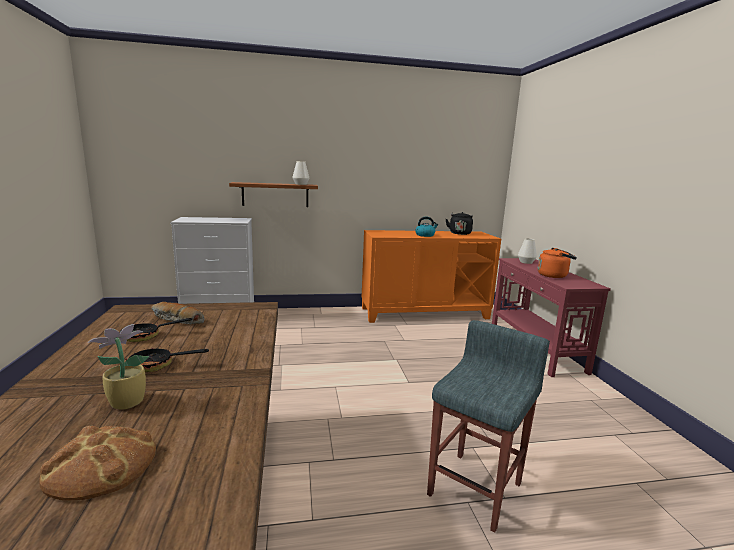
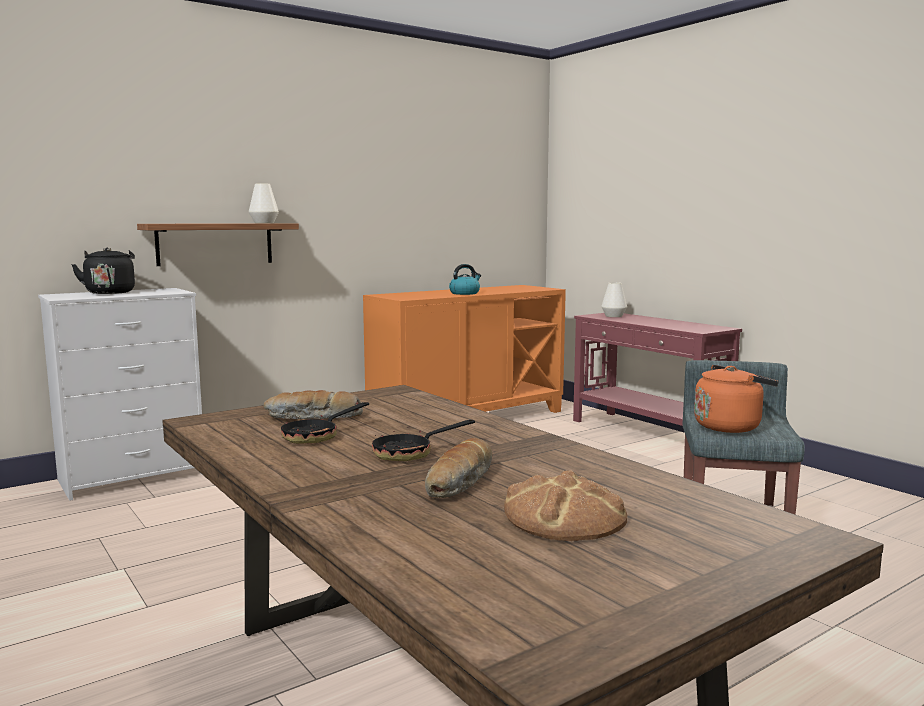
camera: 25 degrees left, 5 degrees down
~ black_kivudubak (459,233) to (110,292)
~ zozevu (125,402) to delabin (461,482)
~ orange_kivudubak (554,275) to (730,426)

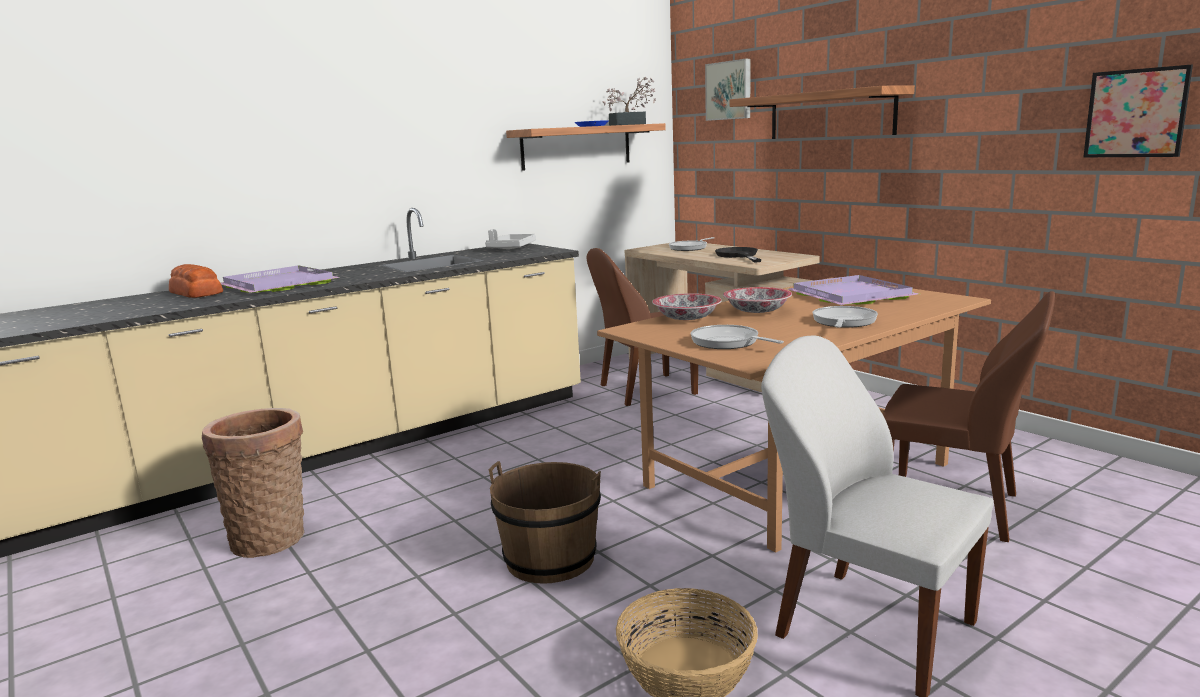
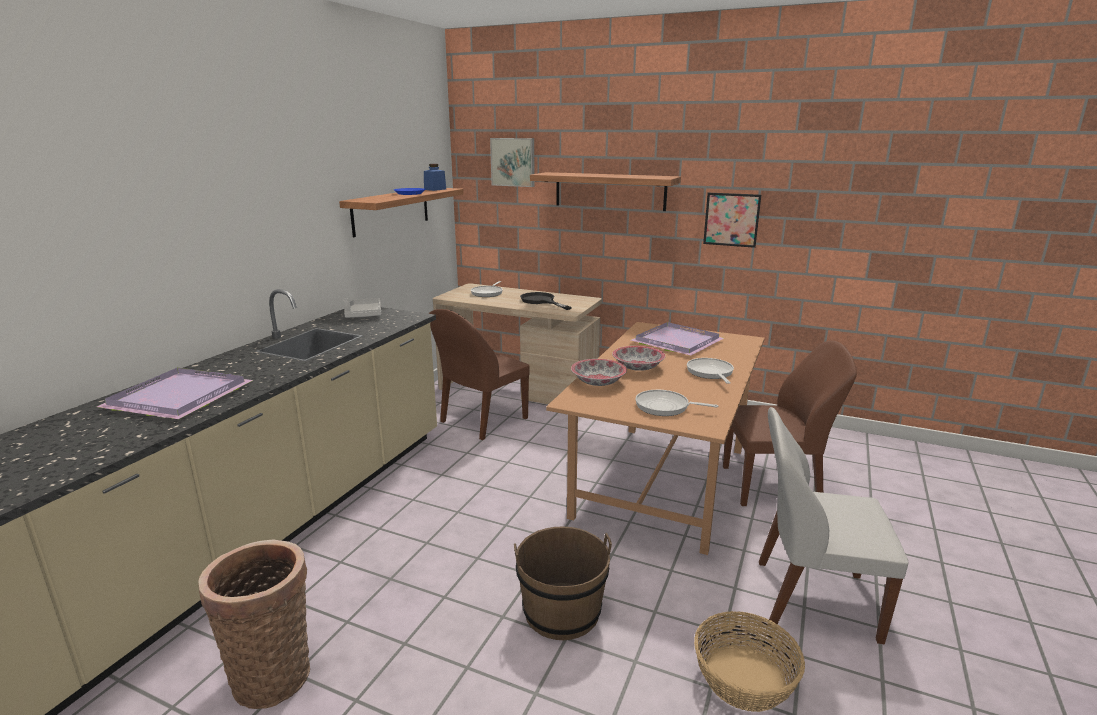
camera: 30 degrees left, 5 degrees up
~ zozevu (631,124) to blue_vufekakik (435,189)
~ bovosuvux (1135,113) to (731,219)
- delabin (196,292)

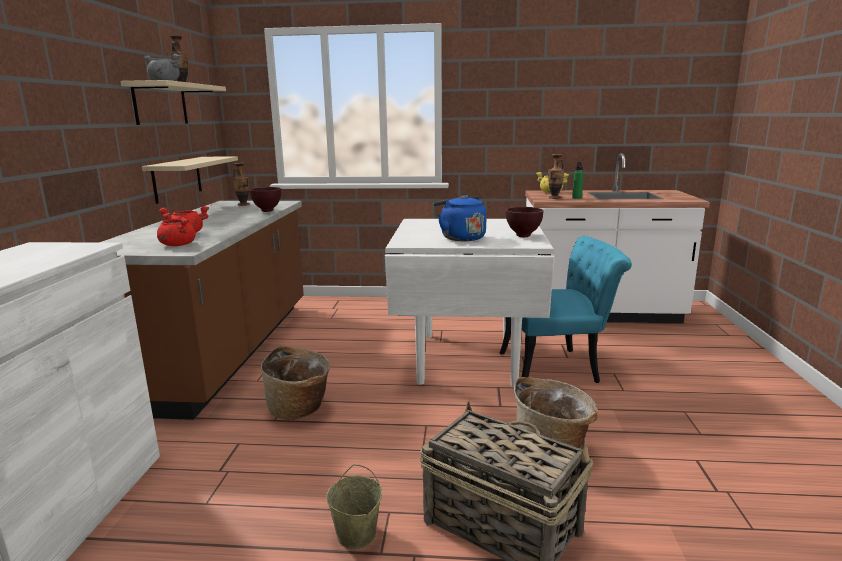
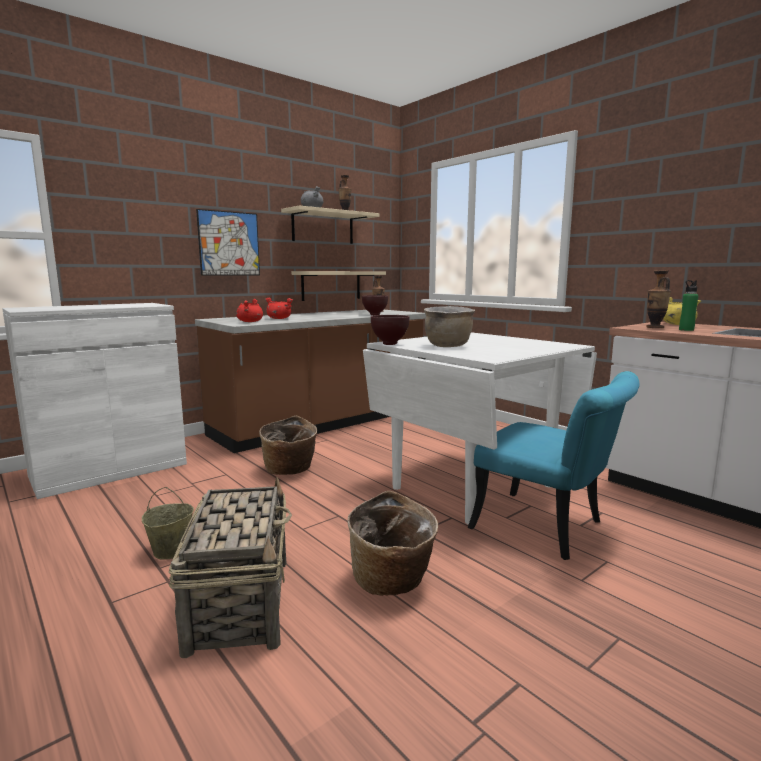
camera: 45 degrees right, 5 degrees down
+ bovosuvux (229,243)
~ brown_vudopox (523,236) to (390,344)
~ blue_kivudubak (460,238) to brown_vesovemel (448,346)

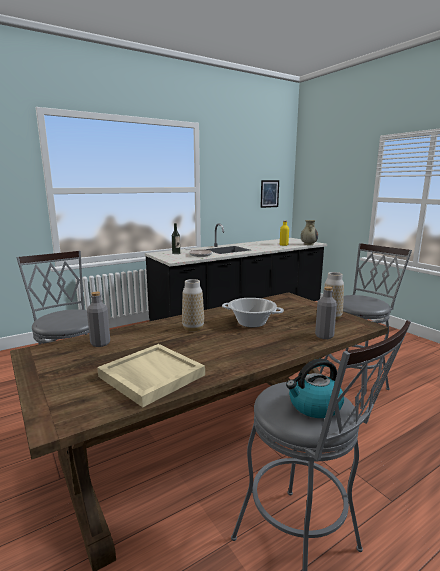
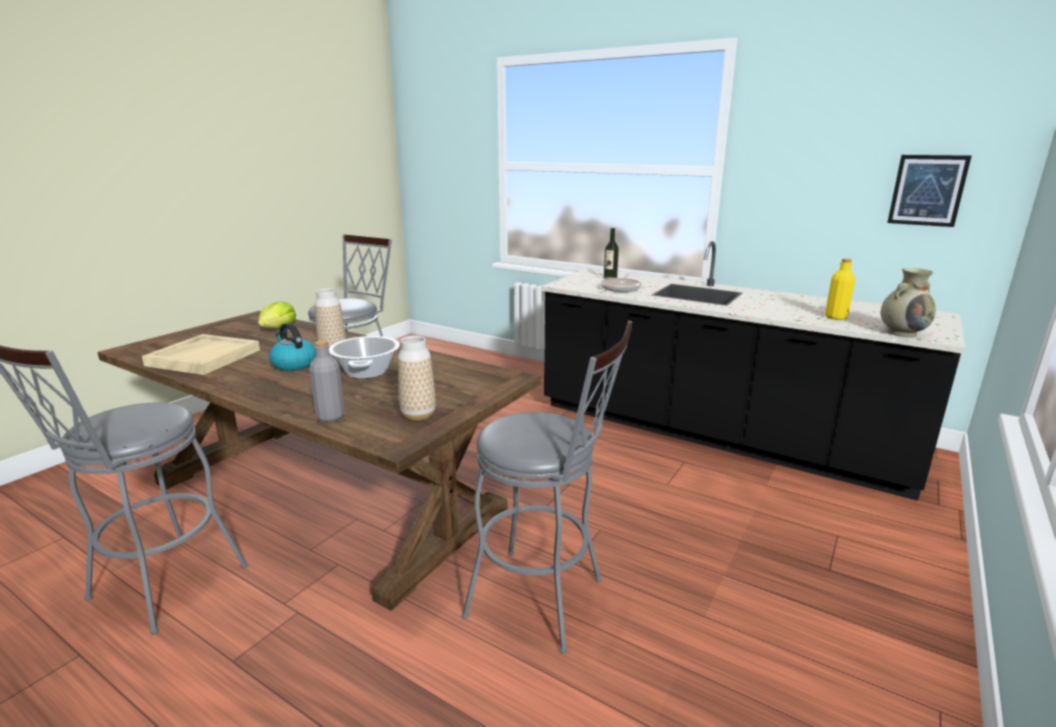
camera: 65 degrees right, 5 degrees up
~ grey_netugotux (100,343) to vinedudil (278,328)
~ kivudubak (314,406) to (293,364)

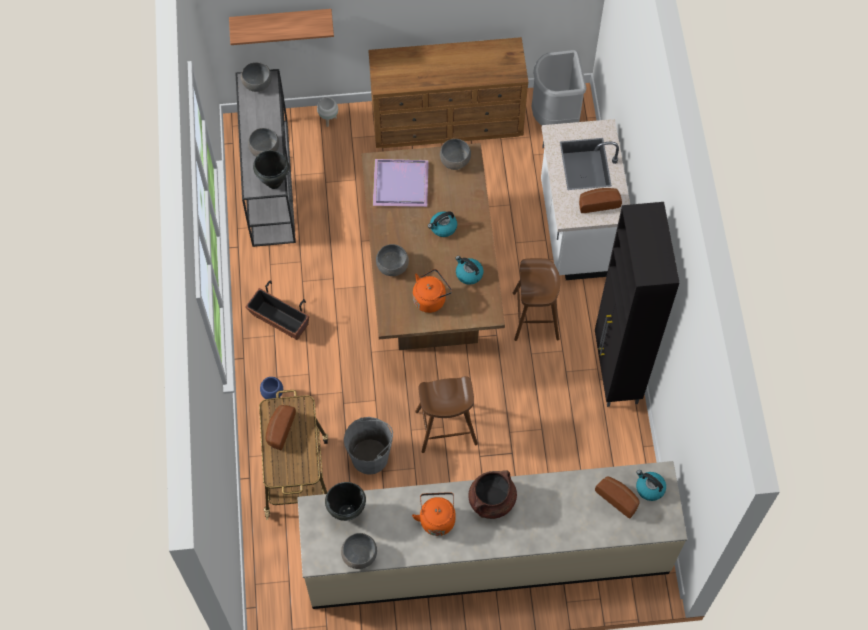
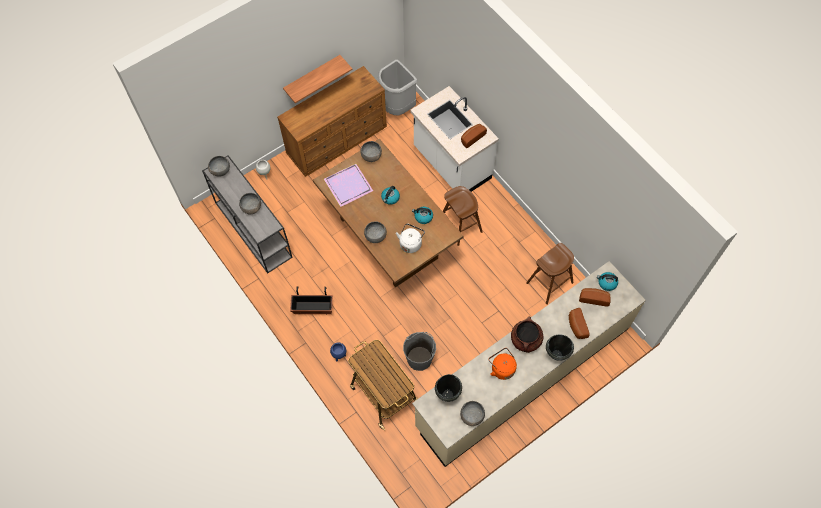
camera: 30 degrees left, 0 degrees up
~ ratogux (281,22) to (312,77)
~ orange_kivudubak (431,298) to white_kivudubak (411,243)
~ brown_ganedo (446,427) to (549,282)
~ black_vesovemel (274,183) to (556,355)
~ delabin (279,429) to (576,326)
- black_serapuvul (616,372)

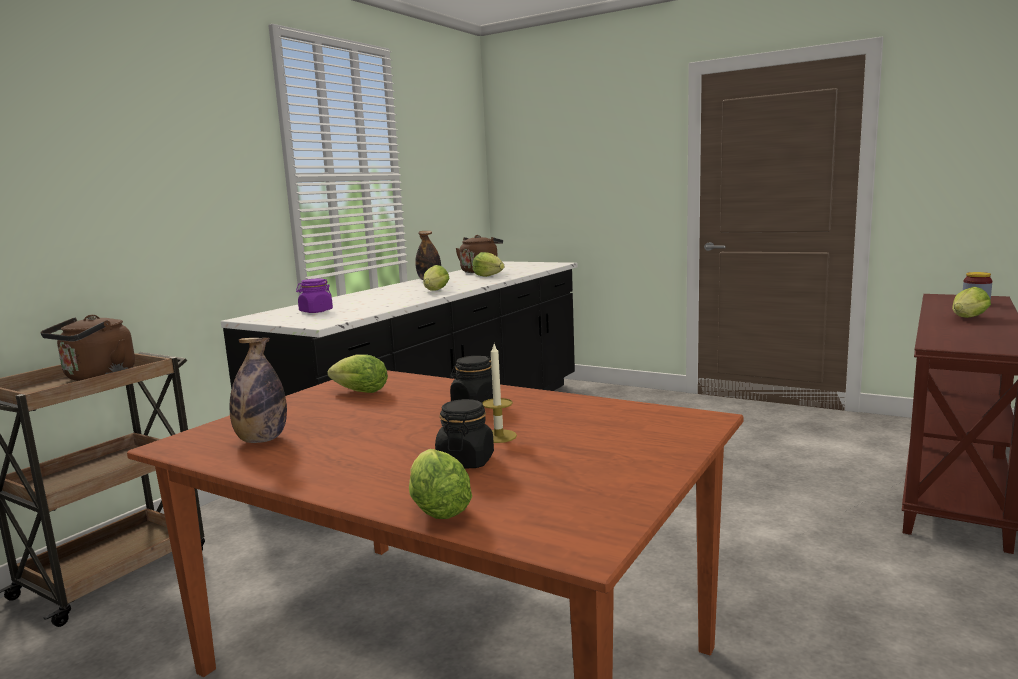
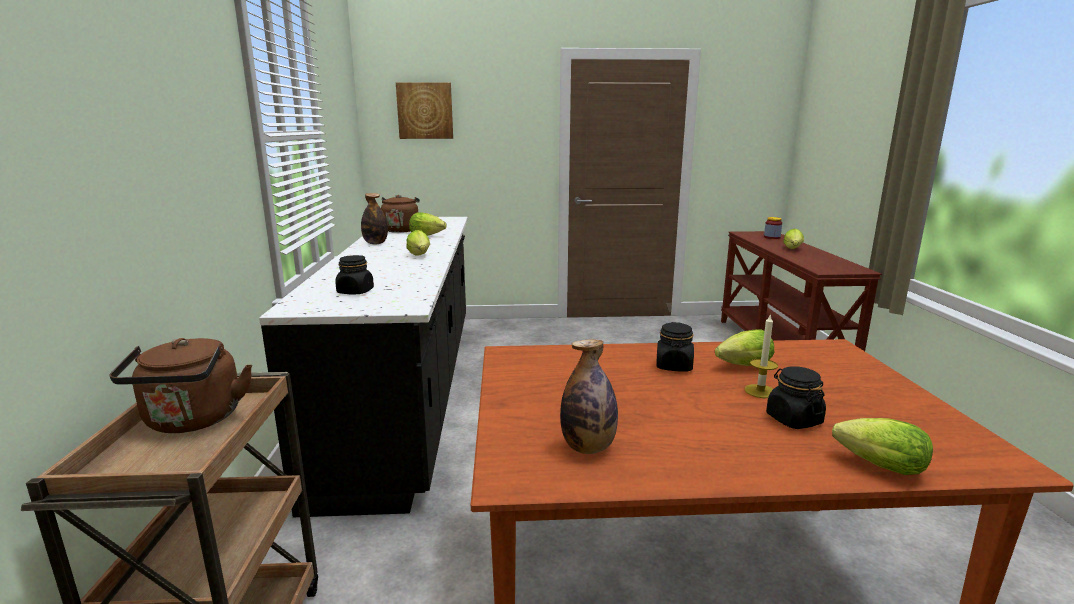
camera: 35 degrees left, 5 degrees up
~ purple_vufekakik (316,311) to black_vufekakik (355,292)
+ bovosuvux (425,111)
~ vinedudil (357,392) to (741,366)

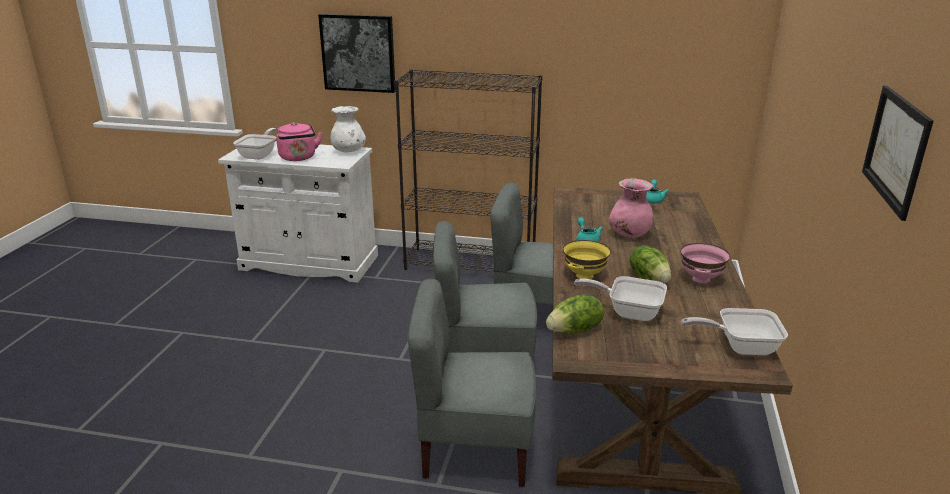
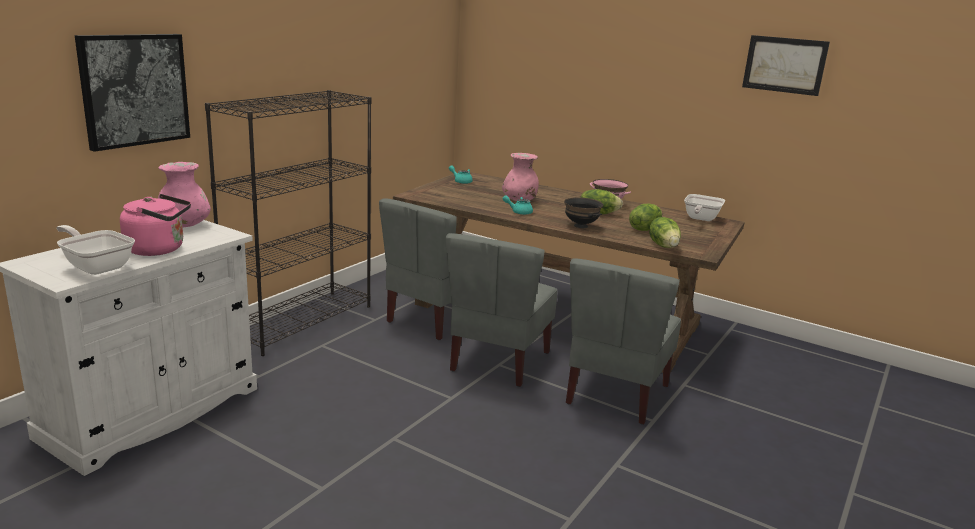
camera: 70 degrees left, 5 degrees down
~ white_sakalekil (349,151) to pink_sakalekil (185,225)
~ yellow_vudopox (585,276) to black_vudopox (581,226)
~ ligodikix (628,312) to vinedudil (644,229)

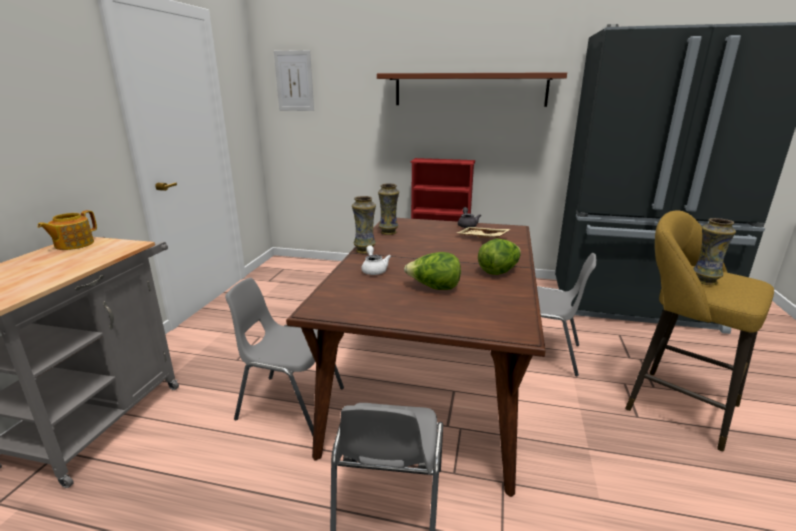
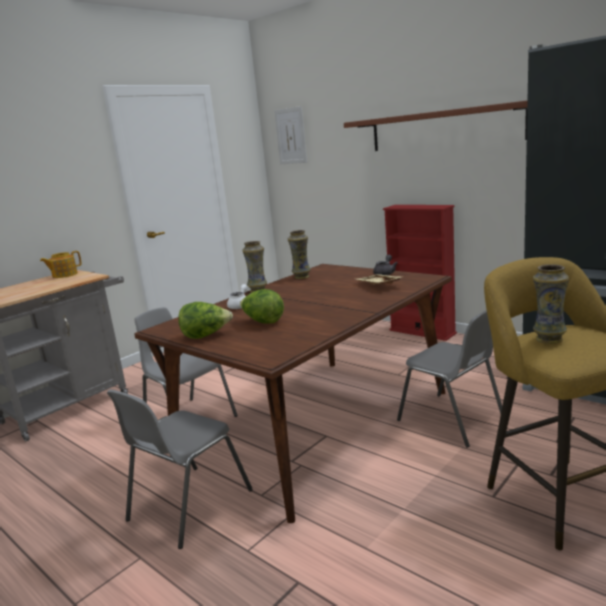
camera: 30 degrees right, 5 degrees down
~ vinedudil (499,271) to (206,336)

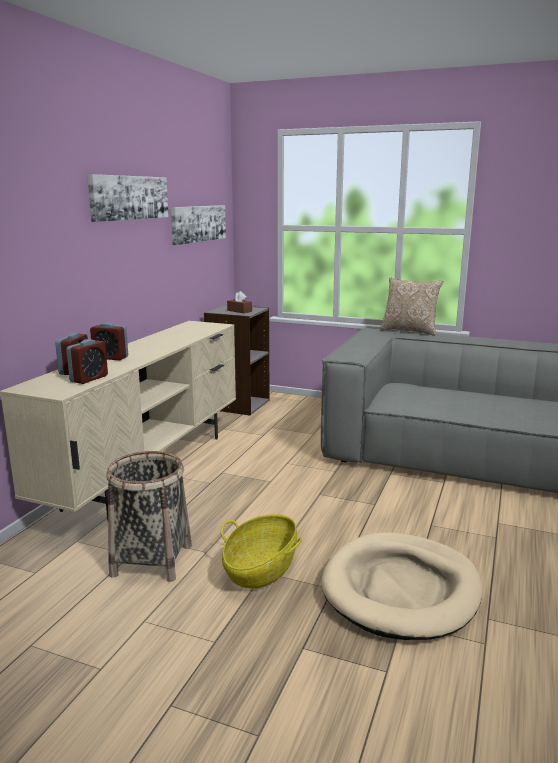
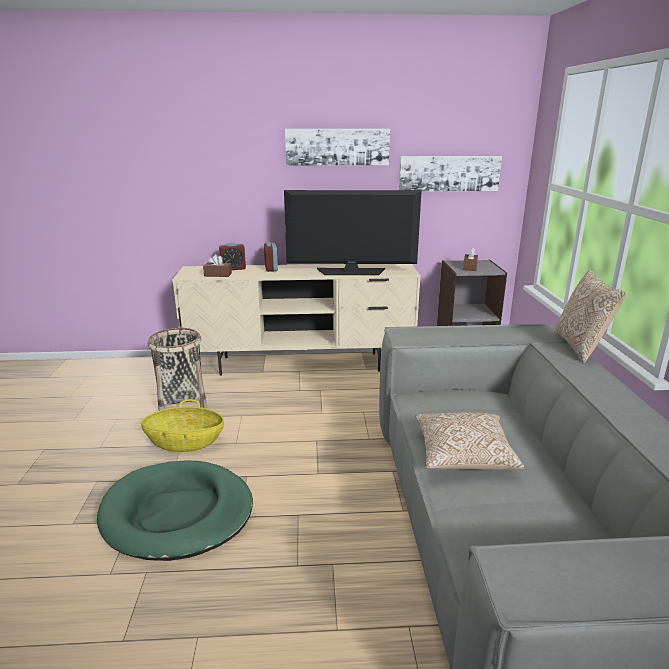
camera: 65 degrees right, 5 degrees up
~ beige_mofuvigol (401,589) to green_mofuvigol (177,513)
~ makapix (89,379) to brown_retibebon (218,275)
+ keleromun (351,272)
+ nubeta (463,455)

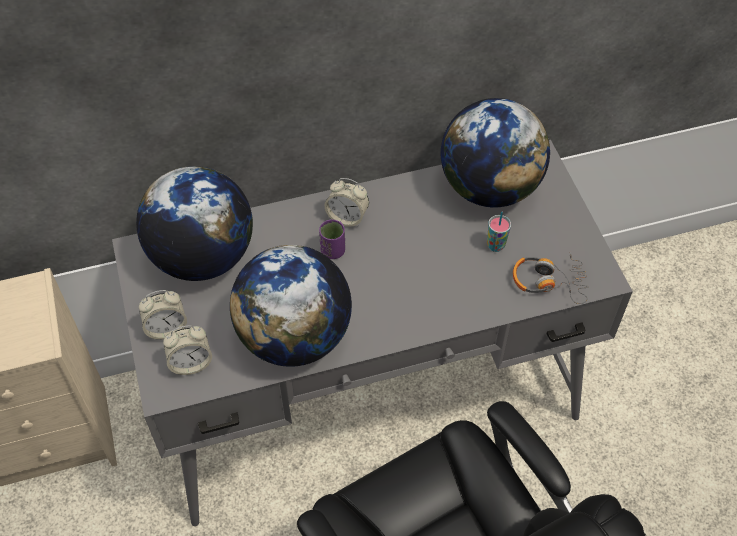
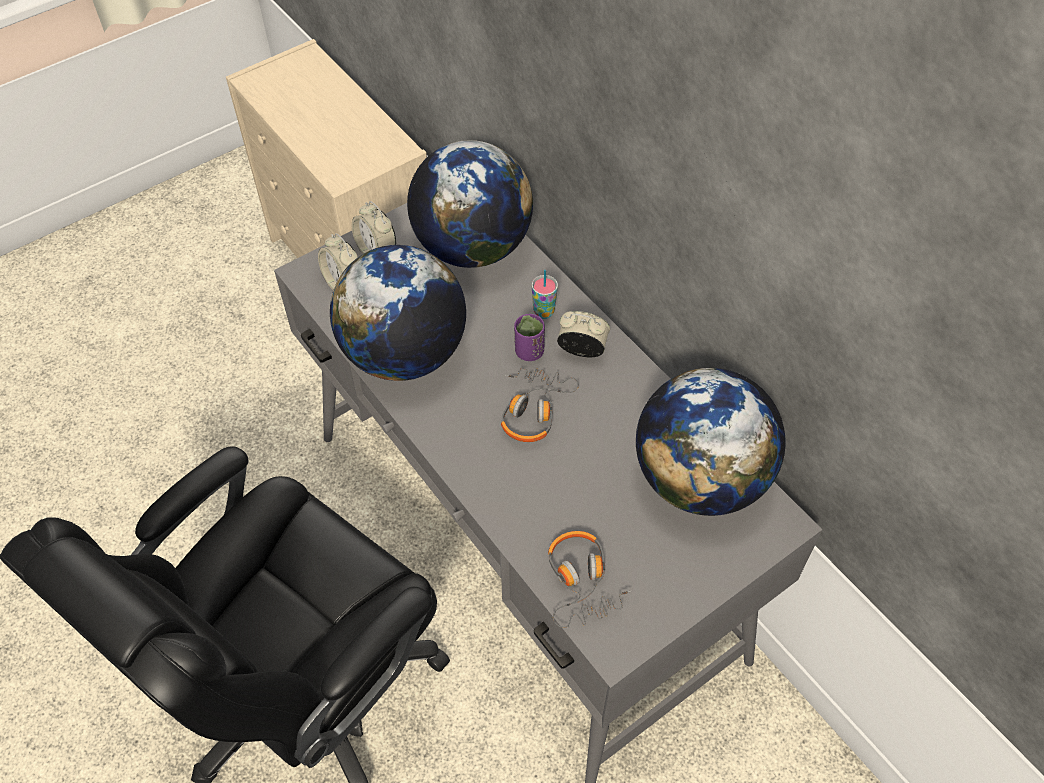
camera: 70 degrees right, 0 degrees up
+ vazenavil (534,410)
~ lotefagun (495,245) to (544,312)
~ makapix (347,217) = (582,350) 105 degrees clockwise

